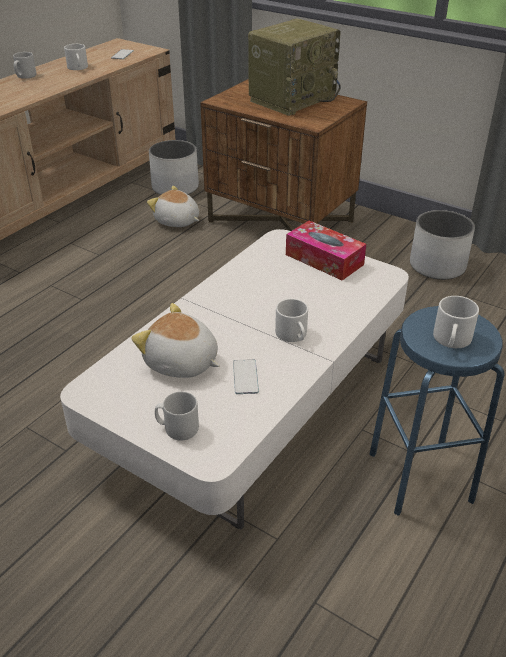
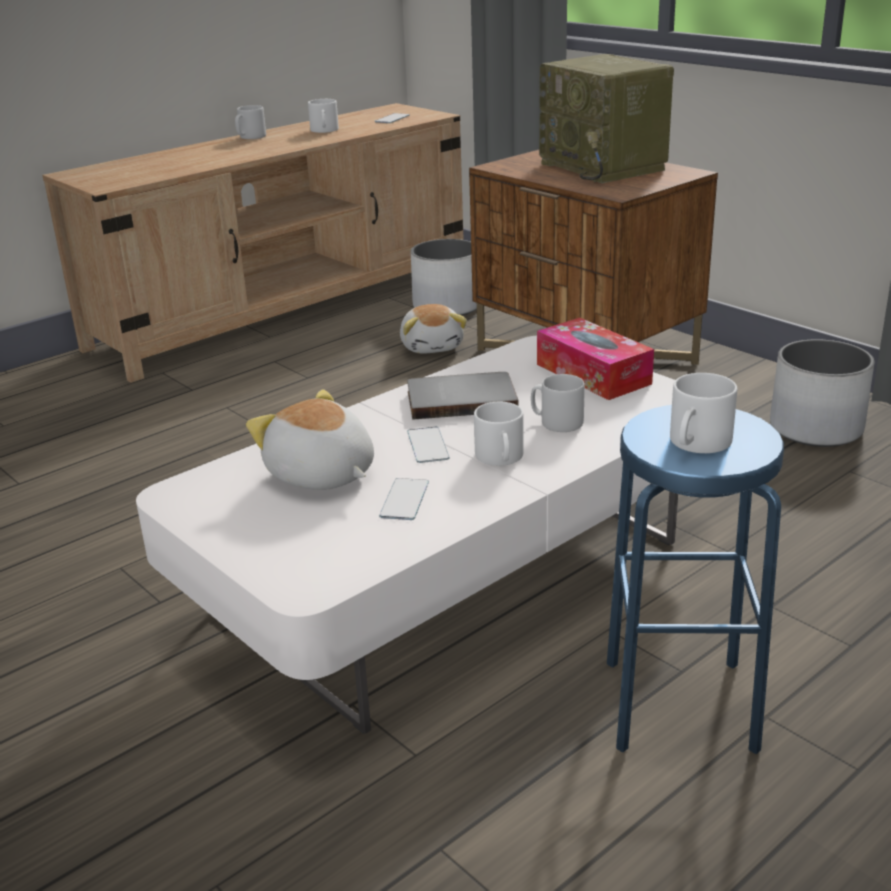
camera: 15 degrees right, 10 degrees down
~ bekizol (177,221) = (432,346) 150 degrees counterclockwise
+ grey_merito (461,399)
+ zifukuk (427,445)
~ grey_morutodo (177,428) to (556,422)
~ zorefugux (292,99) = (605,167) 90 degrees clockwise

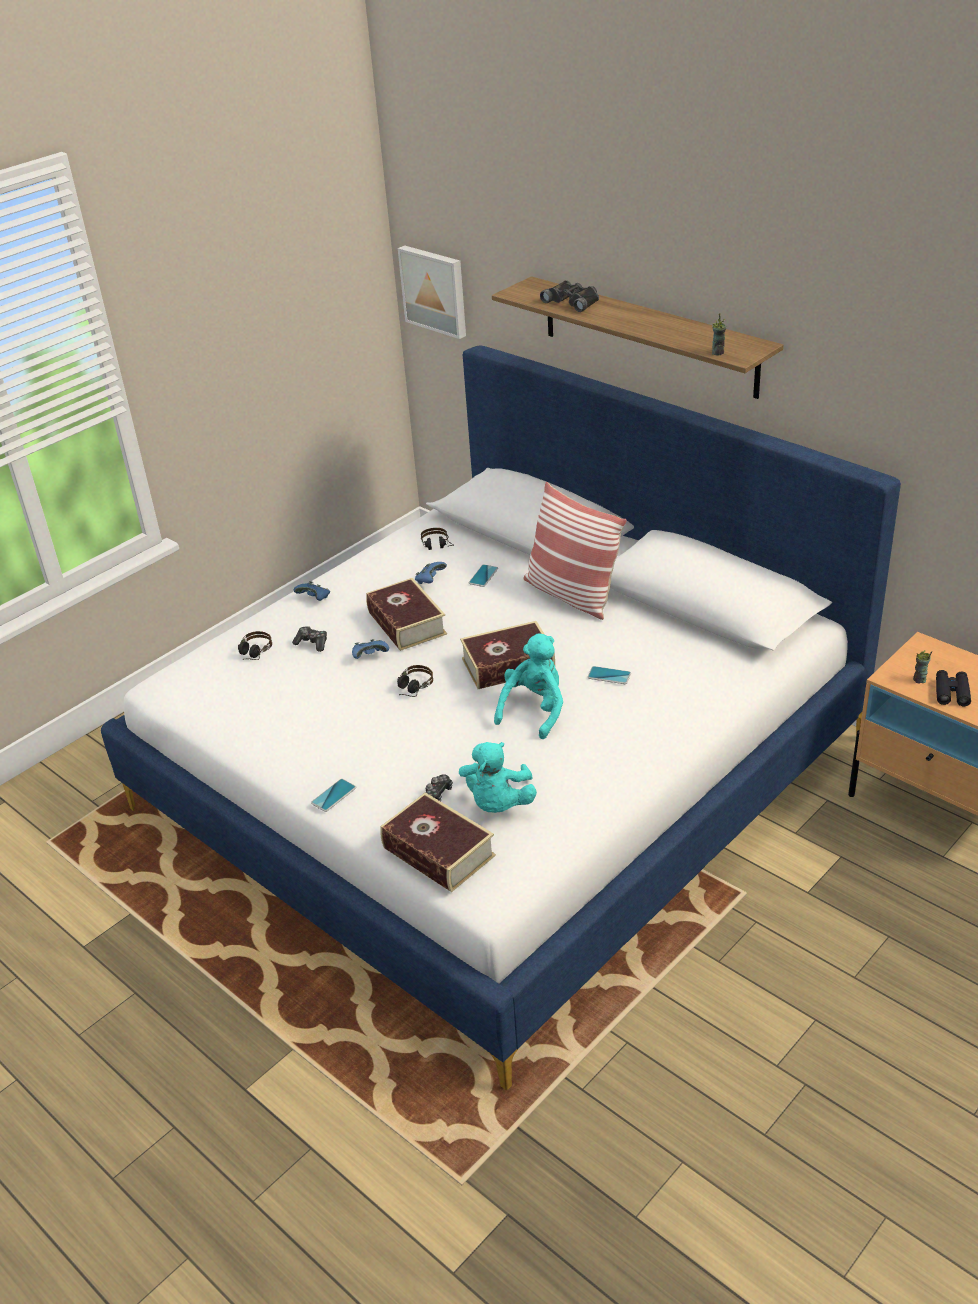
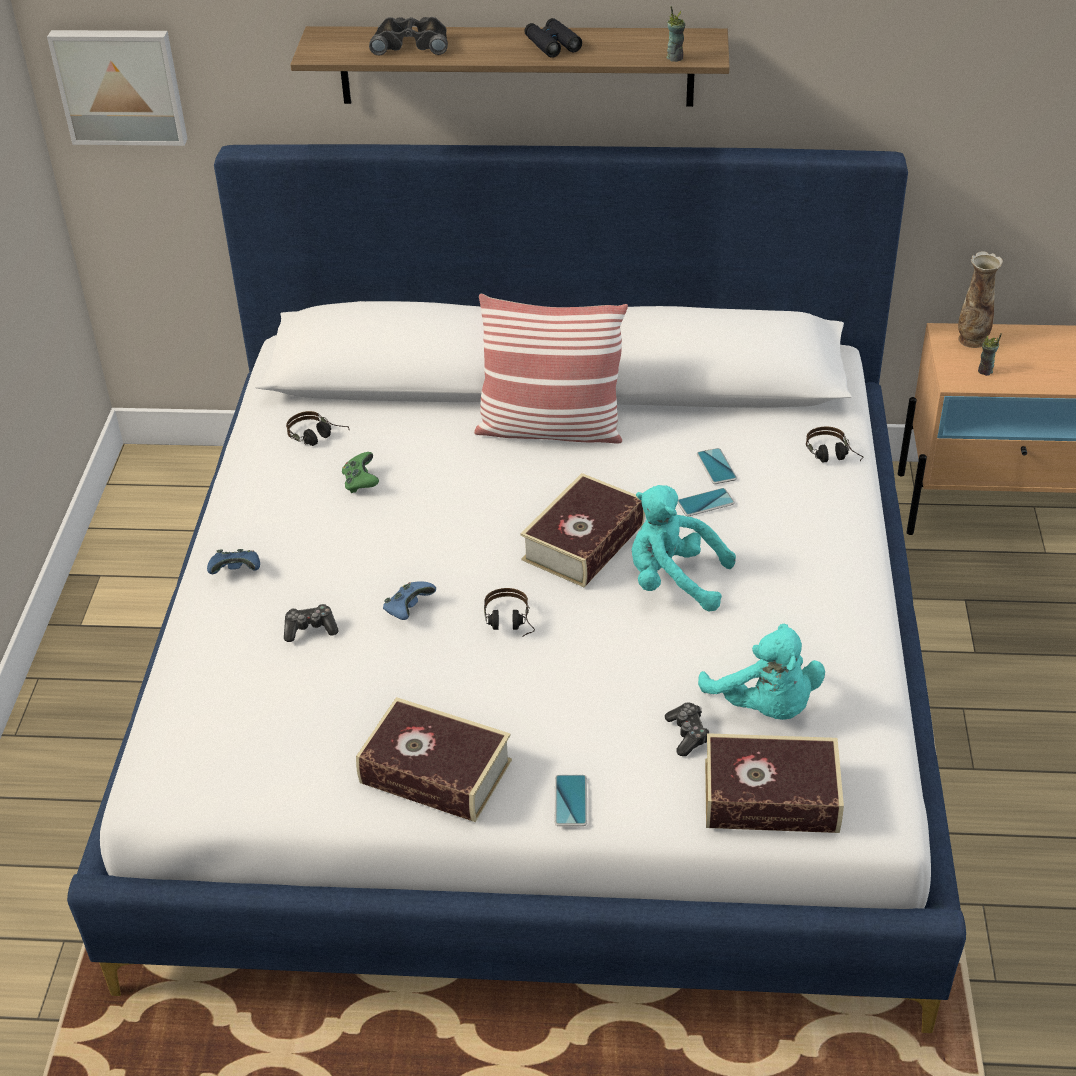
camera: 40 degrees left, 5 degrees up
~ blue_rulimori (430,580) to green_rulimori (361,483)
~ merito (407,623) to (435,772)
~ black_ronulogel (951,692) to (552,44)
~ turquoise_bekizol (534,710) = (673,580) 60 degrees counterclockwise
~ zifukuk (483,576) to (716,467)
~ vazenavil (252,655) to (833,458)
+ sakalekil (972,340)

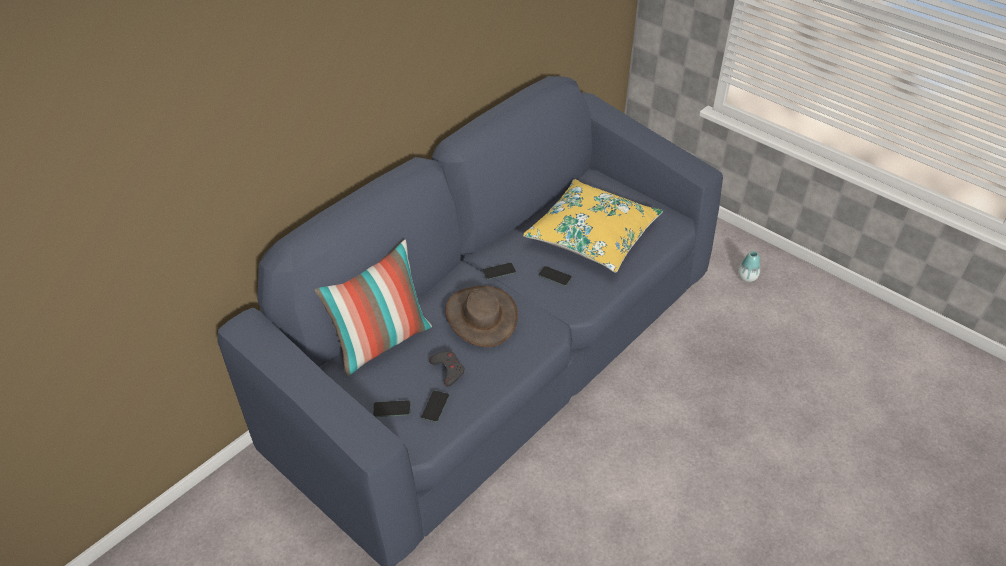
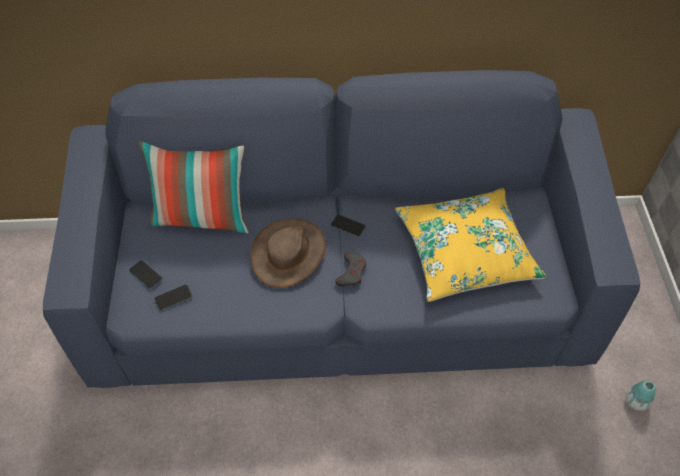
camera: 45 degrees right, 10 degrees up
~ grey_rulimori (448,370) to (351,272)
- zifukuk (555,276)

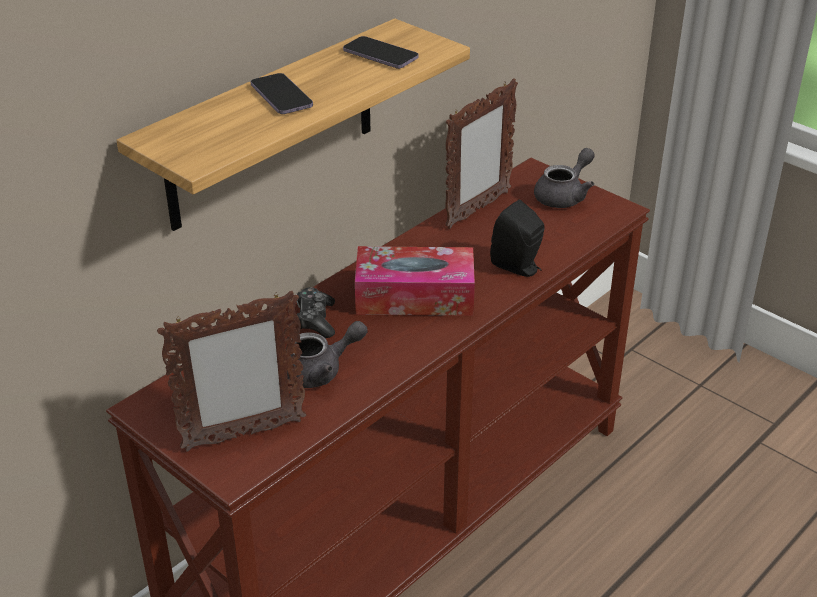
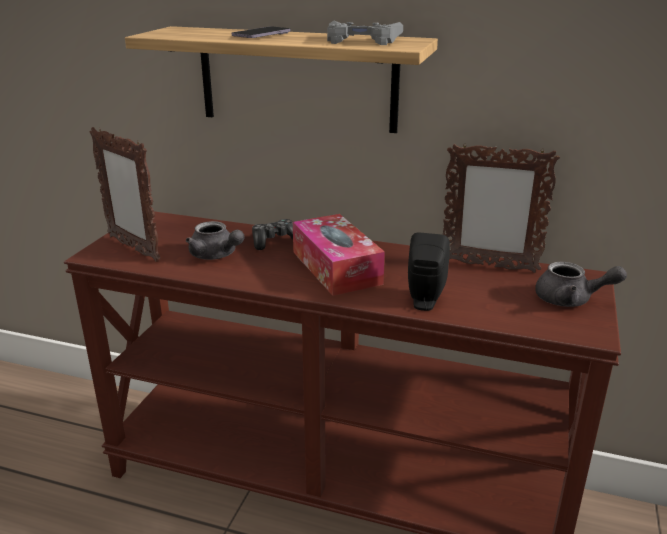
camera: 65 degrees right, 10 degrees down
~ zifukuk (380,55) to grey_rulimori (362,40)

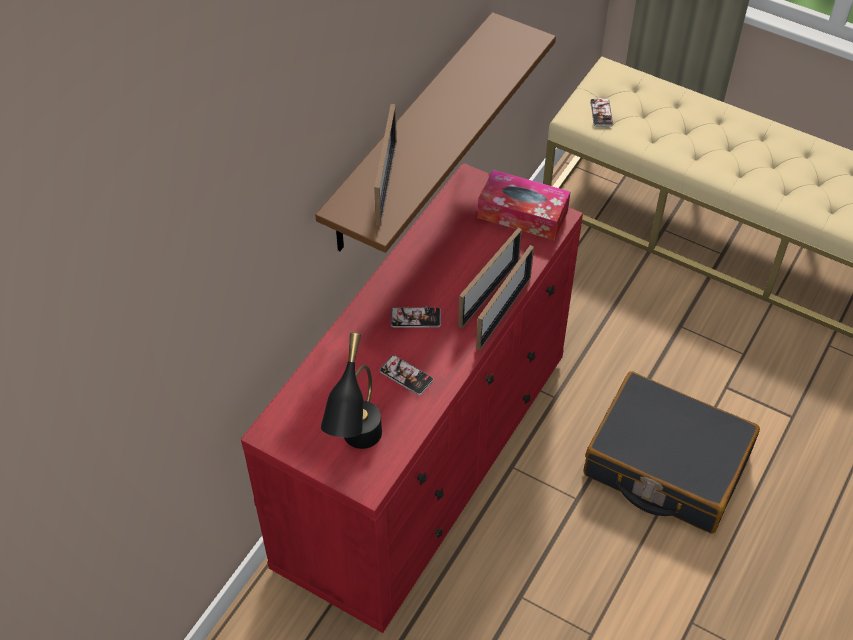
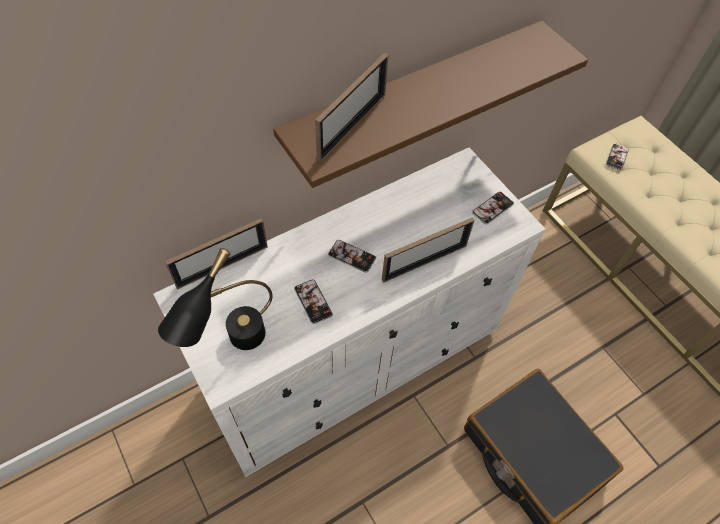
camera: 25 degrees right, 5 degrees up
~ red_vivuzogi (425,459) to white_vivuzogi (355,358)
~ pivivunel (503,312) to (222,266)
~ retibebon (522,214) to zifukuk (492,208)

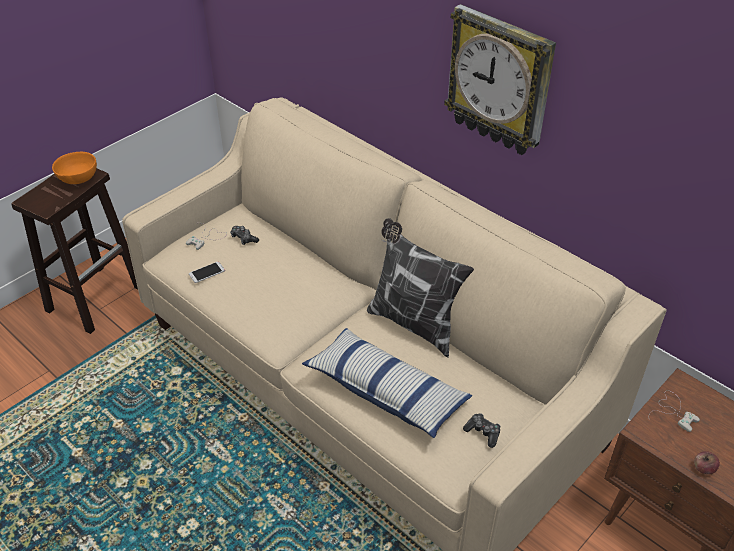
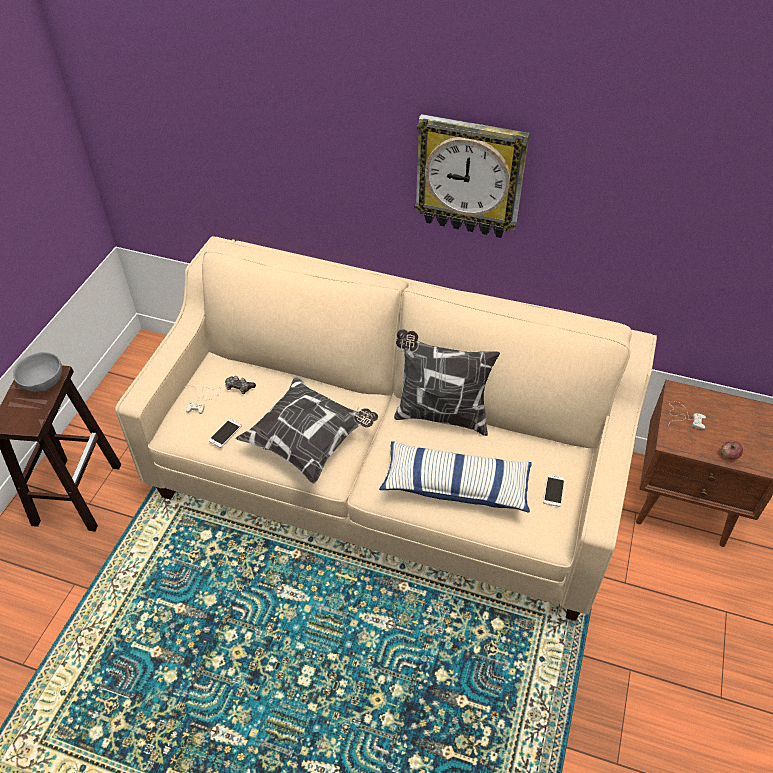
camera: 25 degrees left, 5 degrees up
~ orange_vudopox (77,180) to grey_vudopox (43,384)
+ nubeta (310,442)
~ rulimori (483,432) to zifukuk (553,491)

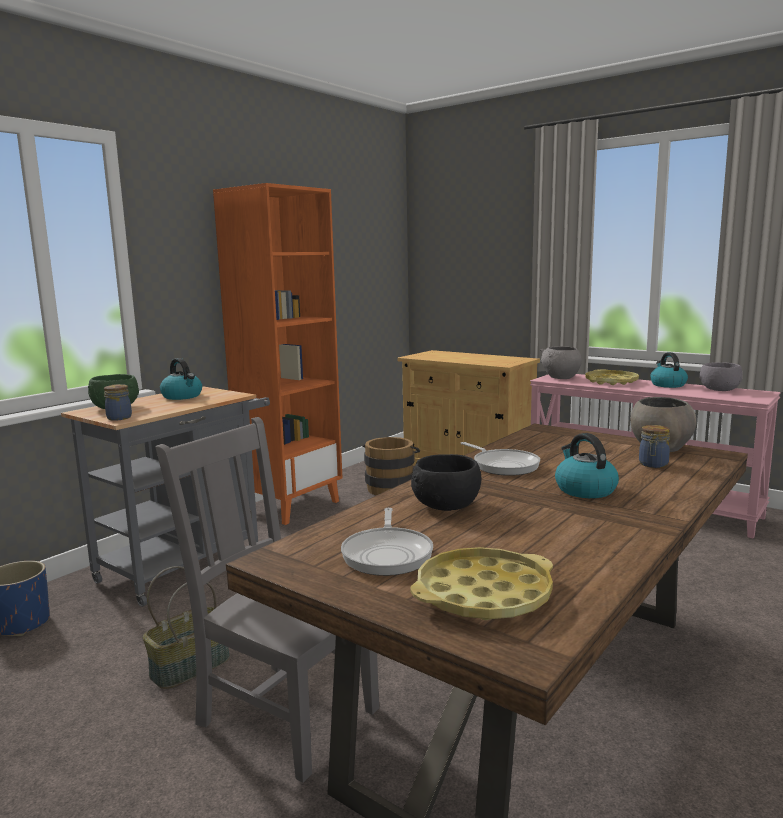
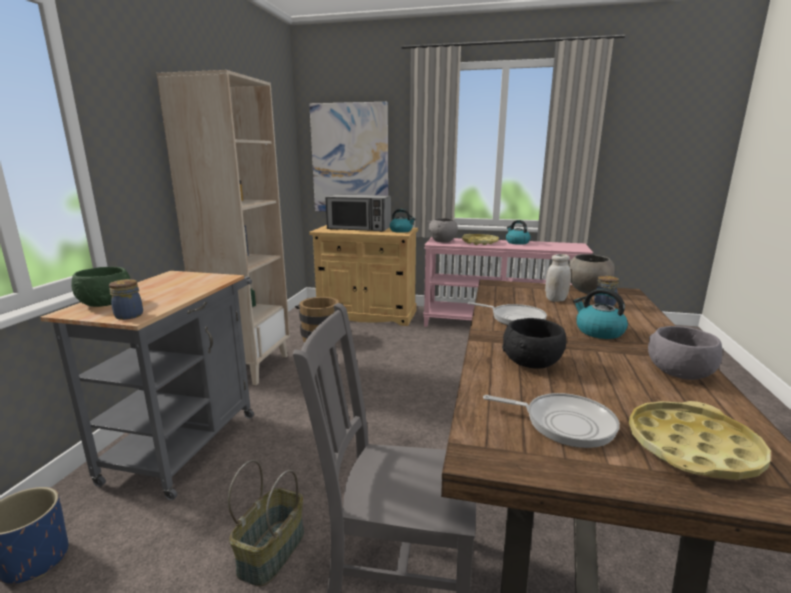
camera: 25 degrees left, 5 degrees up
~ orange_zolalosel (291,506) to beige_zolalosel (248,366)
+ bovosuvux (350,159)
+ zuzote (359,228)
~ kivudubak (182,396) to (401,231)
~ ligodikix (388,554) = (563,423) 45 degrees counterclockwise
+ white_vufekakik (556,299)
~ grey_vudopox (719,389) to (679,373)

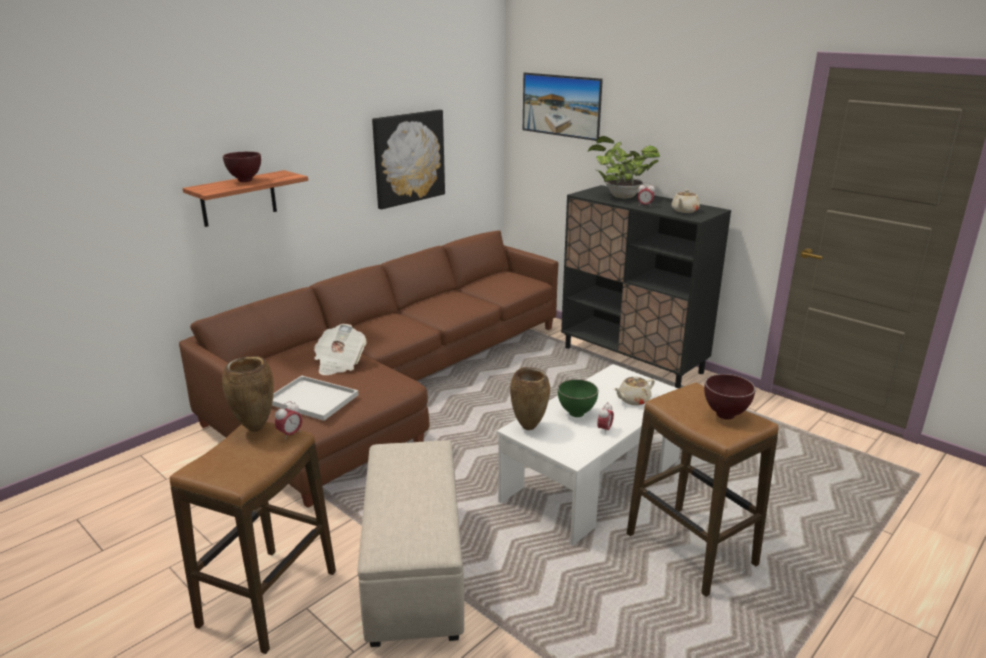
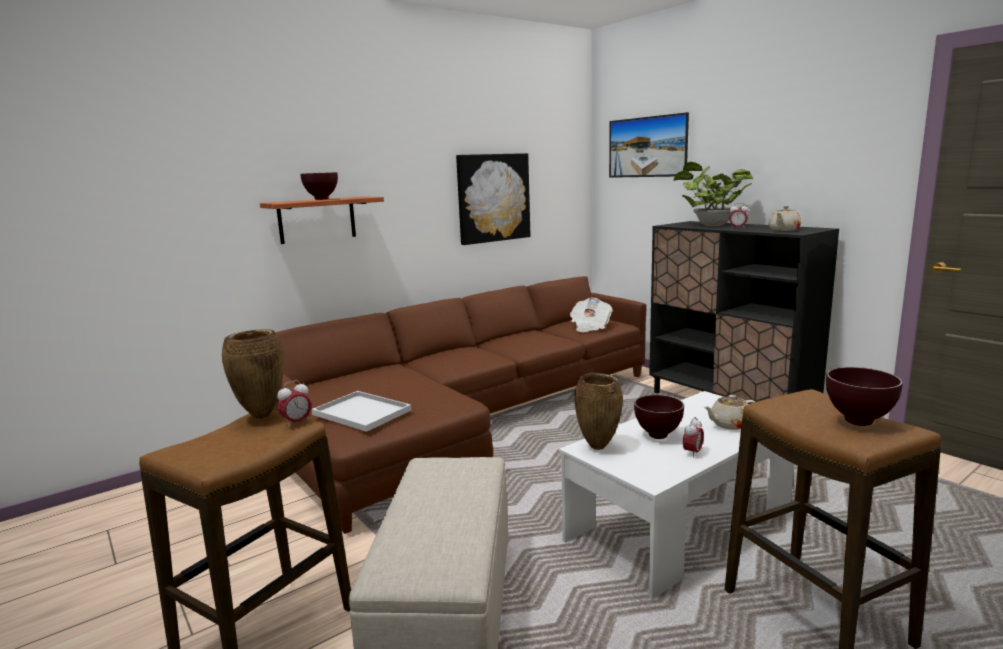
camera: 10 degrees right, 10 degrees down
~ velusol (339,363) to (590,326)
~ green_vudopox (577,414) to brown_vudopox (659,436)

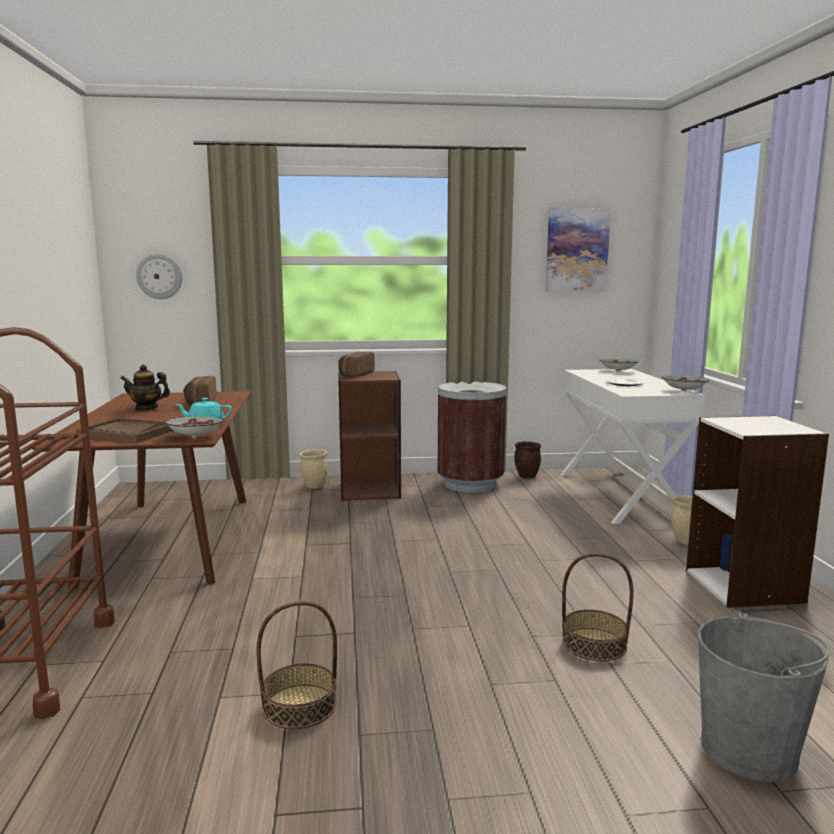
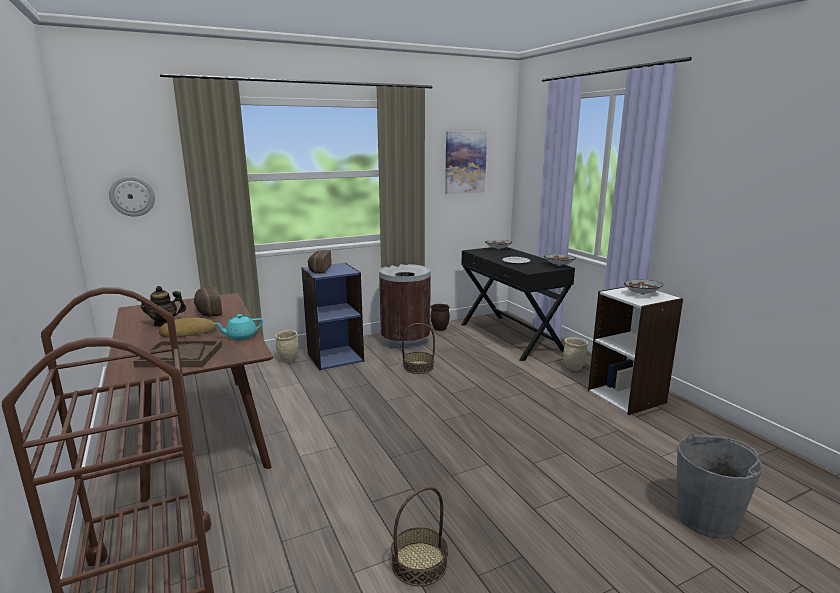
camera: 20 degrees left, 5 degrees up
+ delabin (187,332)
~ brown_zolalosel (370,490) to blue_zolalosel (335,357)
~ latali (594,644) to (418,367)
~ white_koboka (621,495) to black_koboka (510,336)
~ vudopox (195,437) to (642,294)

